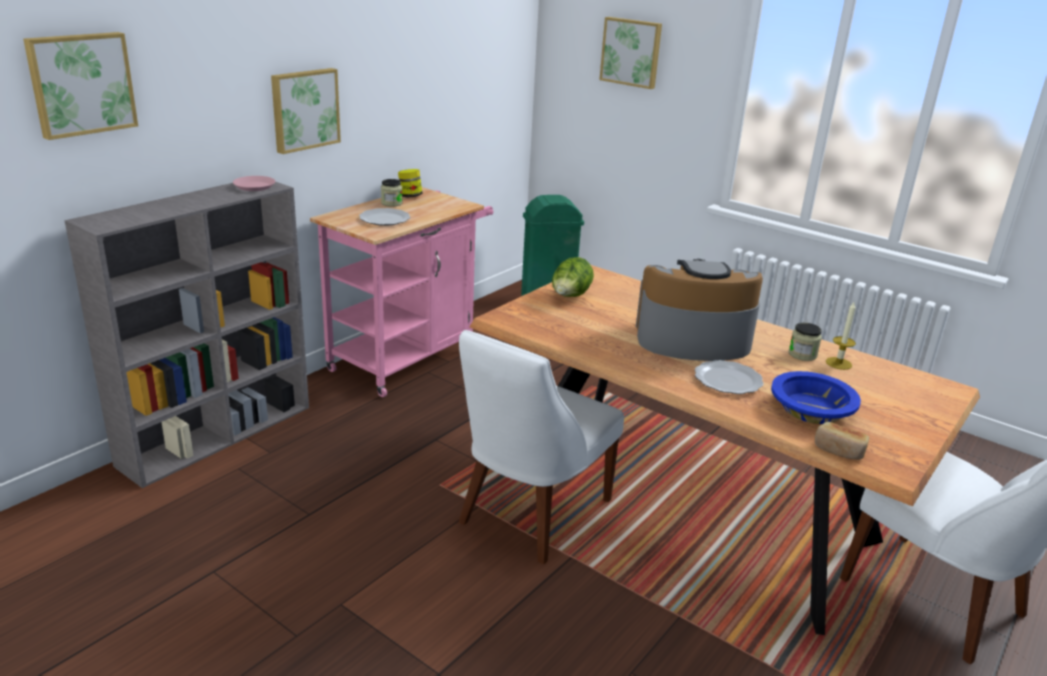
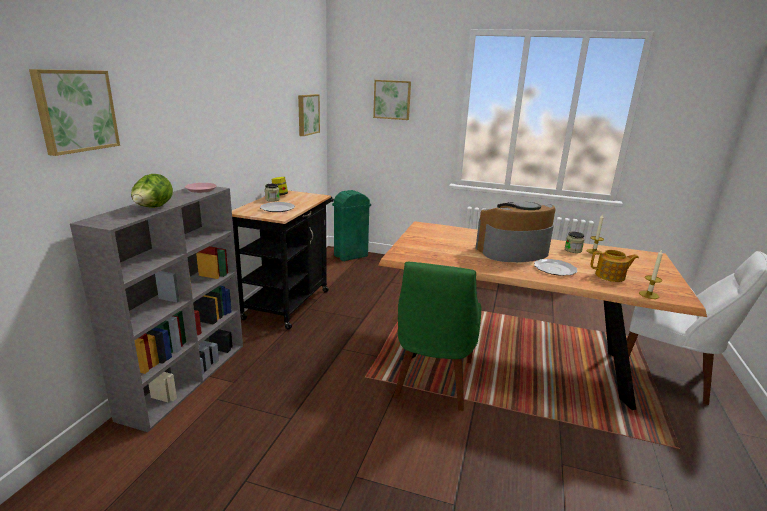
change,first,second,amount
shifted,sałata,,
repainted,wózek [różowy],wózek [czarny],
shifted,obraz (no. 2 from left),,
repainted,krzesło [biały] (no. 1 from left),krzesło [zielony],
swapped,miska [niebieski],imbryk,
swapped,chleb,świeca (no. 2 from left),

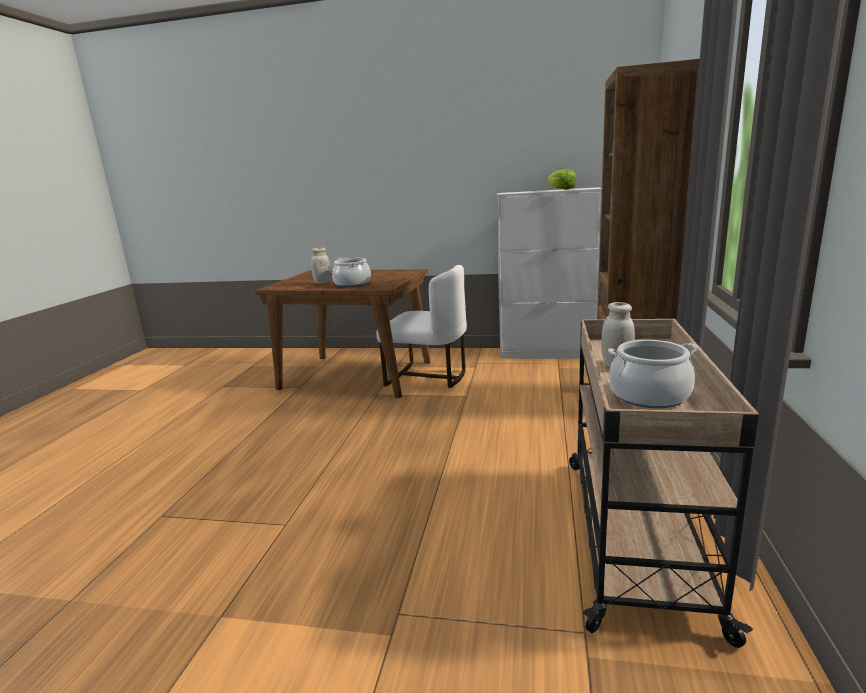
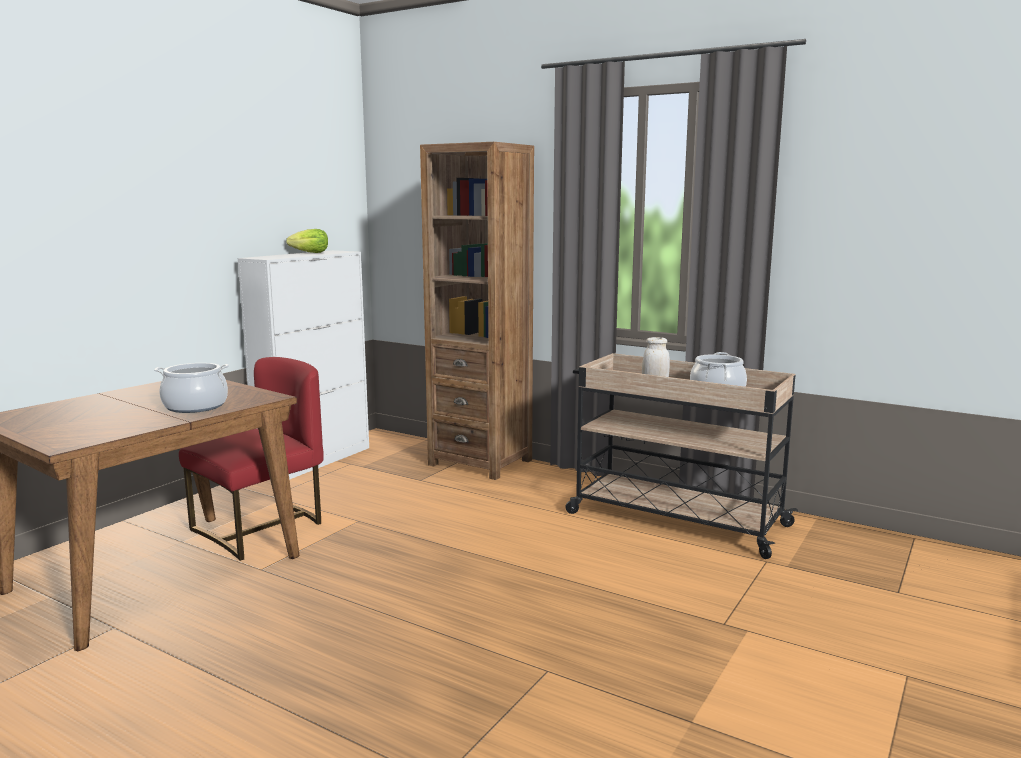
change,first,second,amount
repainted,krzesło [biały],krzesło [czerwony],
gone,słoik [biały] (no. 1 from left),,

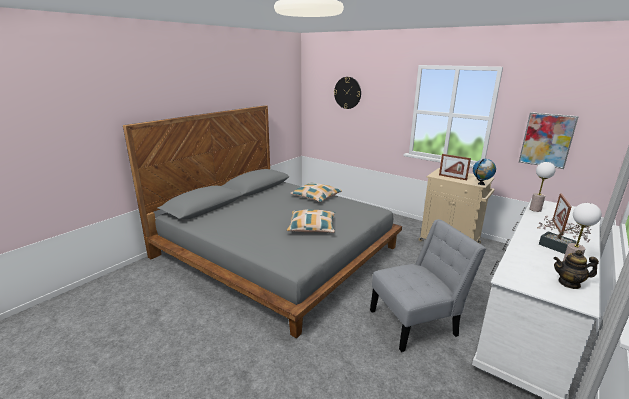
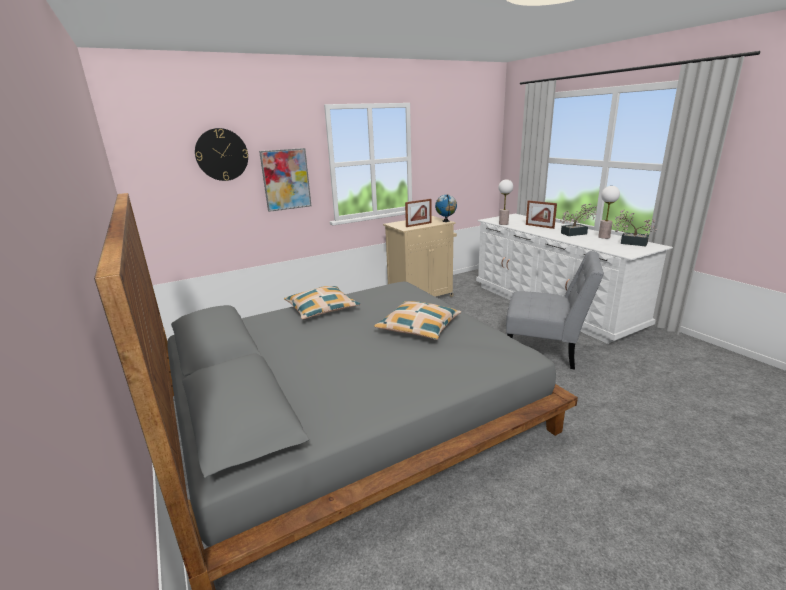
change,first,second,amount
shifted,obraz,,
rotated,krzesło [szary],,105 degrees clockwise
swapped,imbryk,roślina doniczkowa (no. 2 from left),

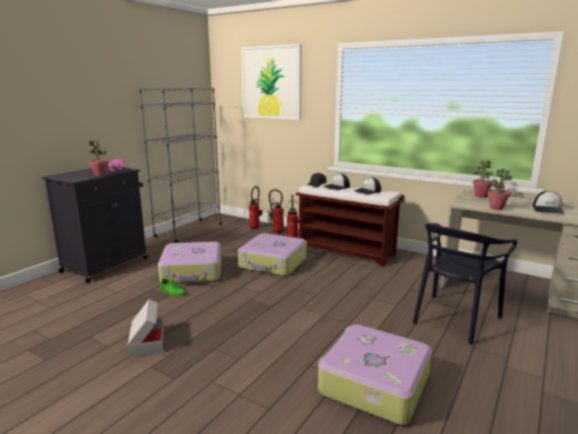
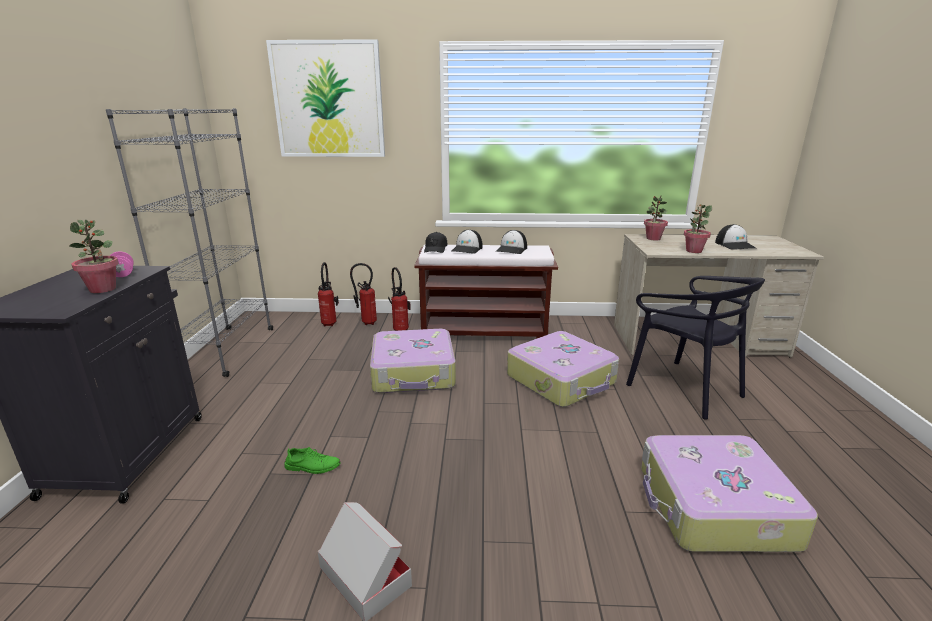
change,first,second,amount
shifted,walizka (no. 1 from left in the first image),walizka (no. 2 from left),
rotated,krzesło [czarny],,45 degrees counterclockwise

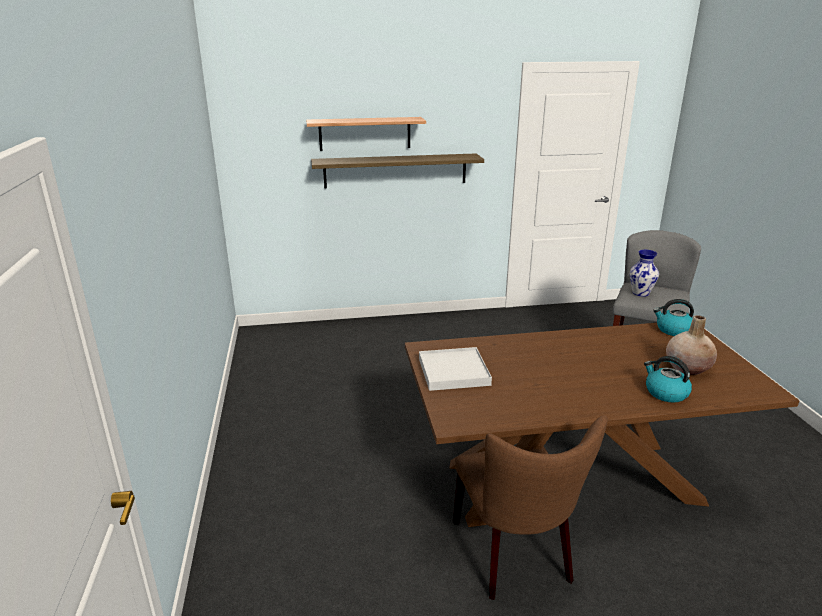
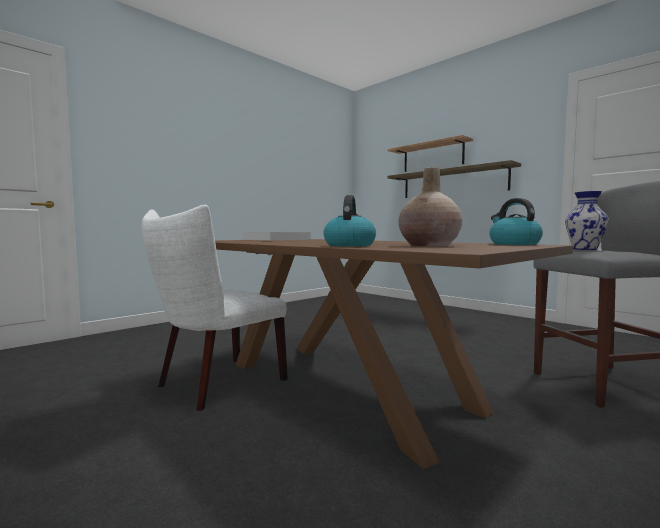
change,first,second,amount
repainted,krzesło [brązowy],krzesło [biały],

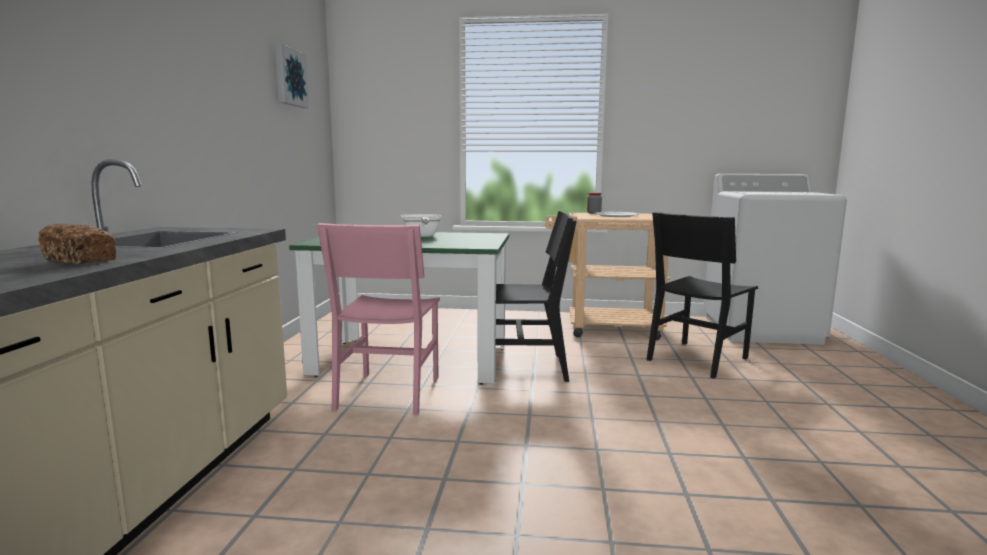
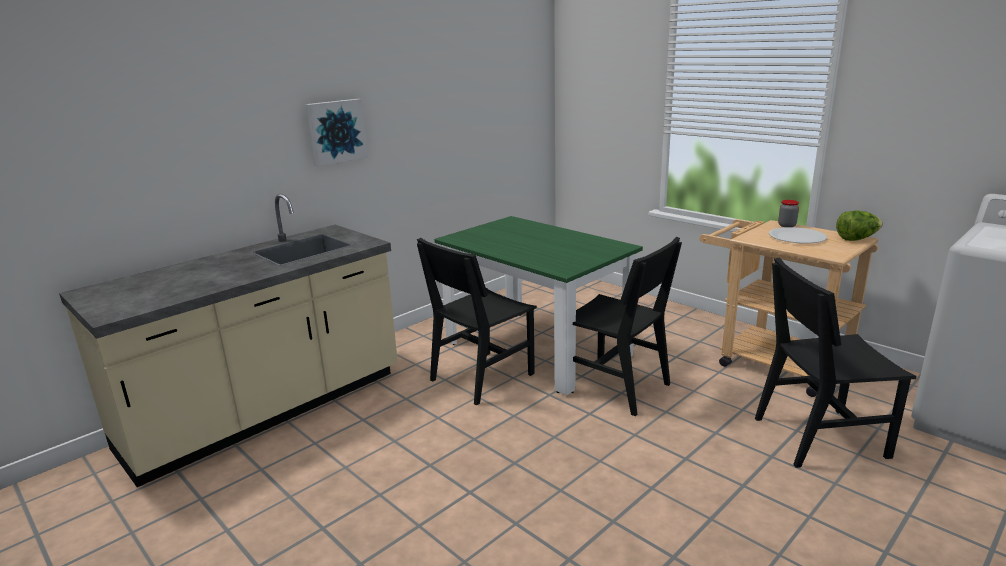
change,first,second,amount
shifted,obraz,,
repainted,krzesło [różowy],krzesło [czarny] (no. 1 from left),
new,,sałata,
gone,chleb,,
gone,patelnia,,

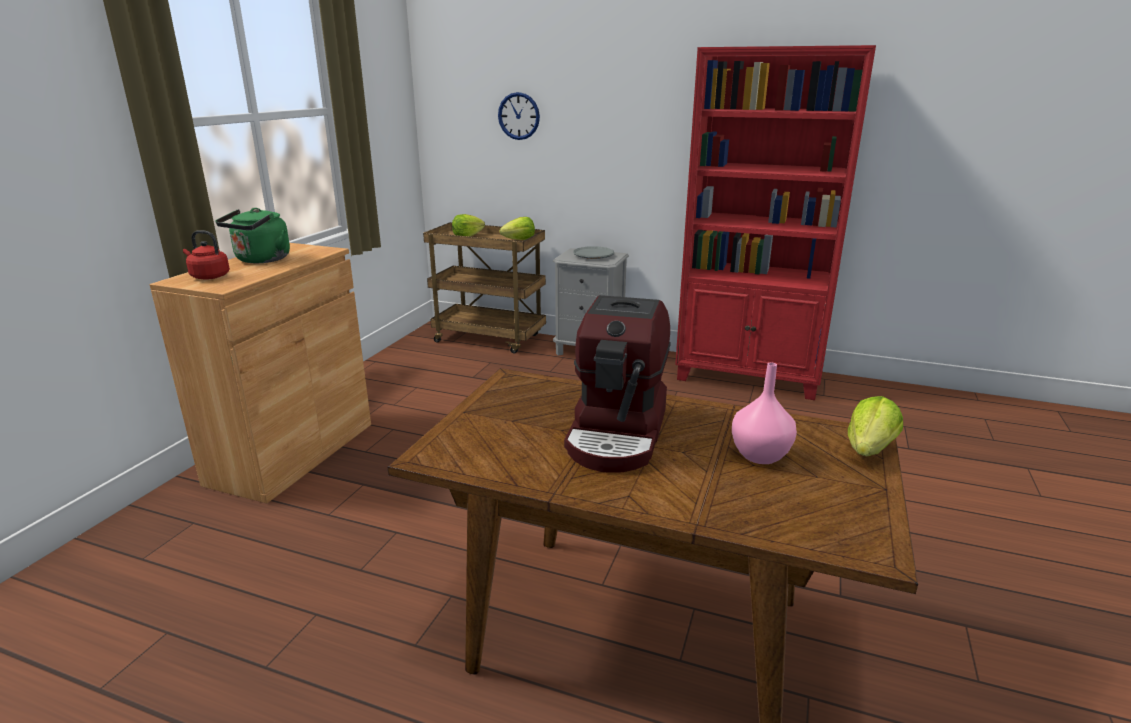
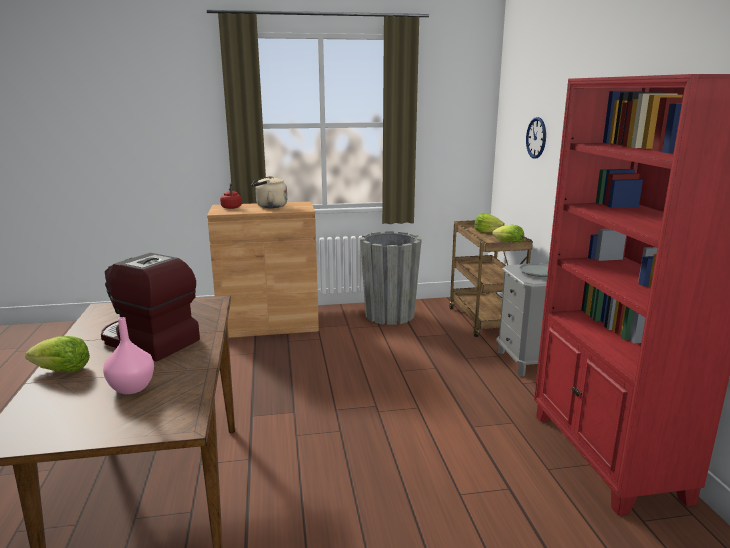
change,first,second,amount
shifted,sałata (no. 3 from left in the first image),sałata (no. 1 from left),
rotated,ekspres do kawy,,45 degrees clockwise
repainted,czajnik [zielony],czajnik [beżowy],
new,,donica [szary],

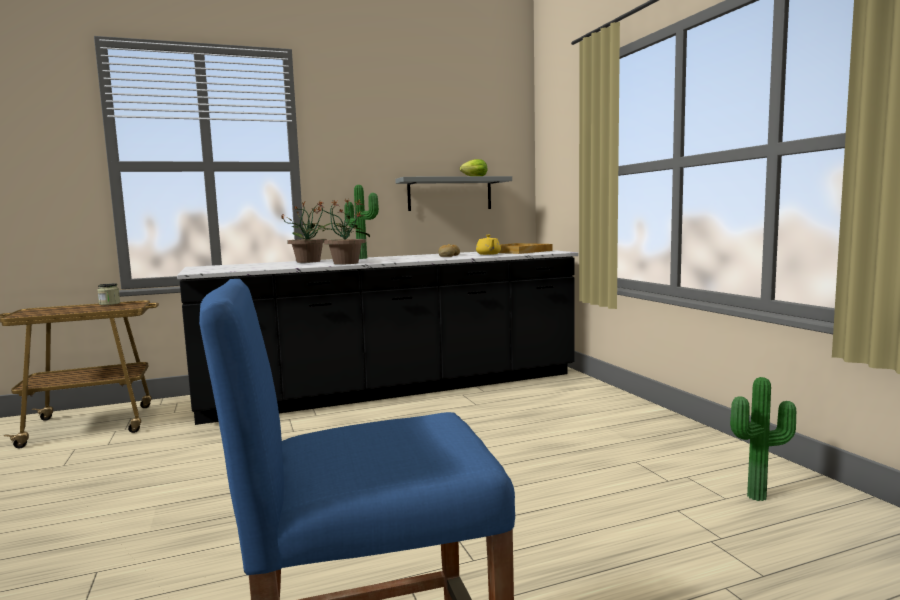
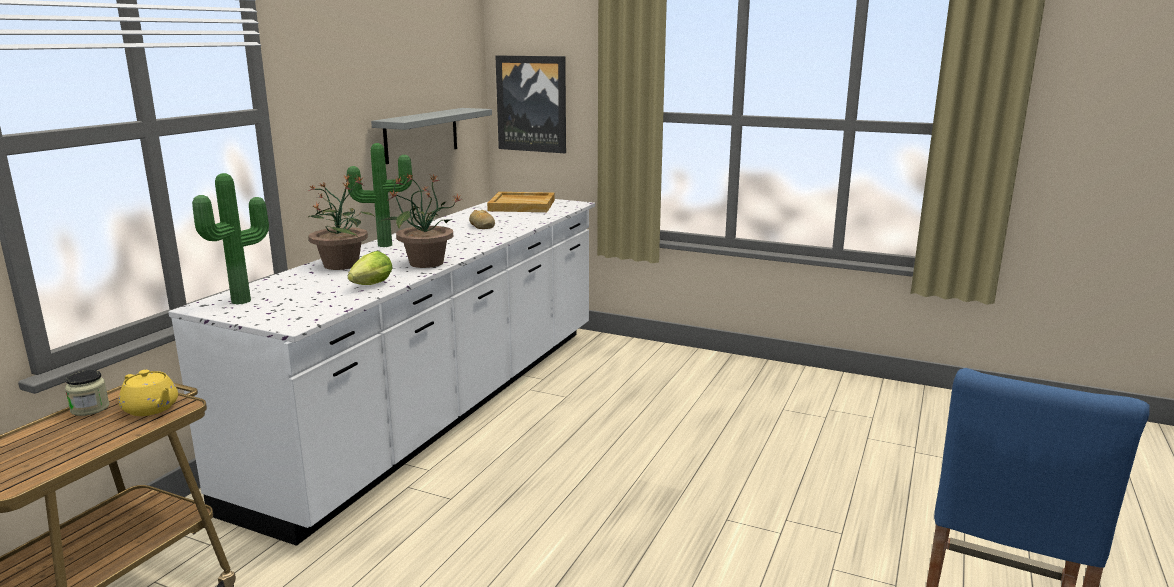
change,first,second,amount
shifted,imbryk [żółty],,
repainted,zabudowa kuchenna [czarny],zabudowa kuchenna [biały],
shifted,roślina doniczkowa (no. 4 from left in the first image),roślina doniczkowa (no. 1 from left),
shifted,sałata,,
new,,obraz,

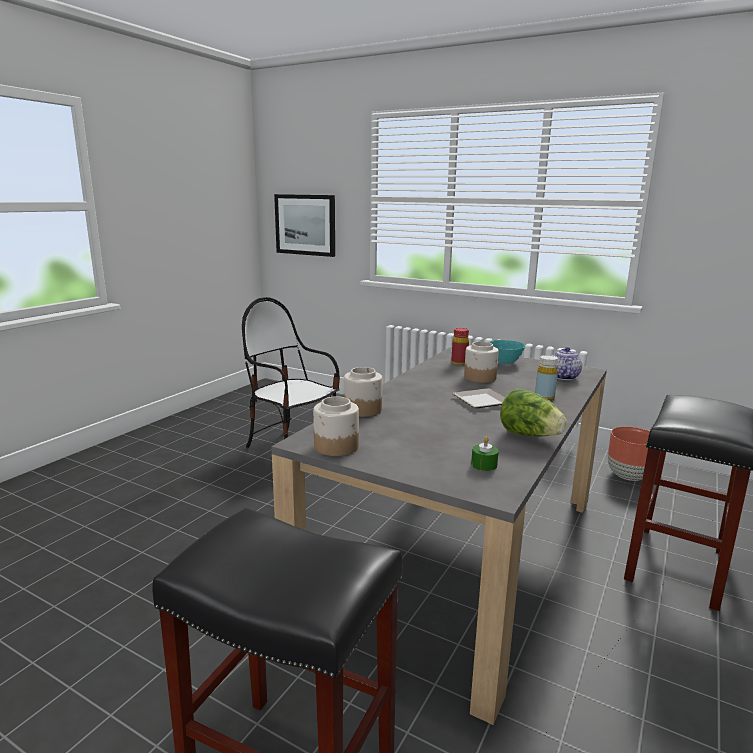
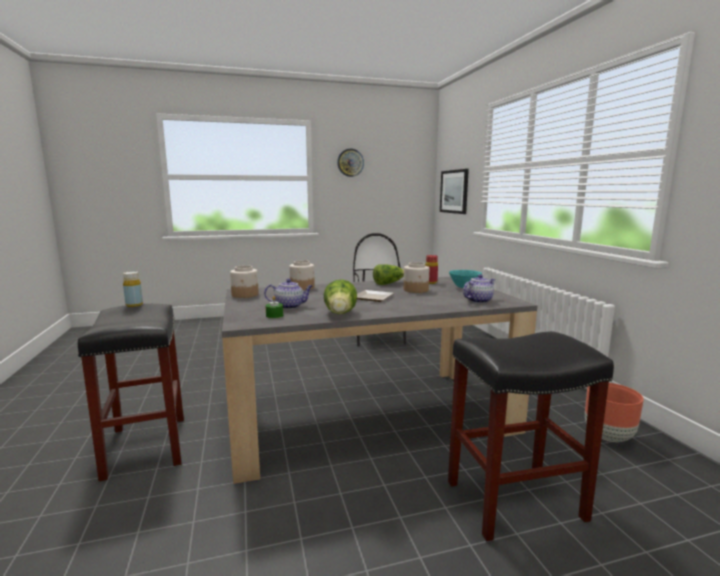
change,first,second,amount
shifted,butelka [żółty],,
new,,imbryk (no. 1 from left),
new,,zegar ścienny,
new,,sałata (no. 2 from left),

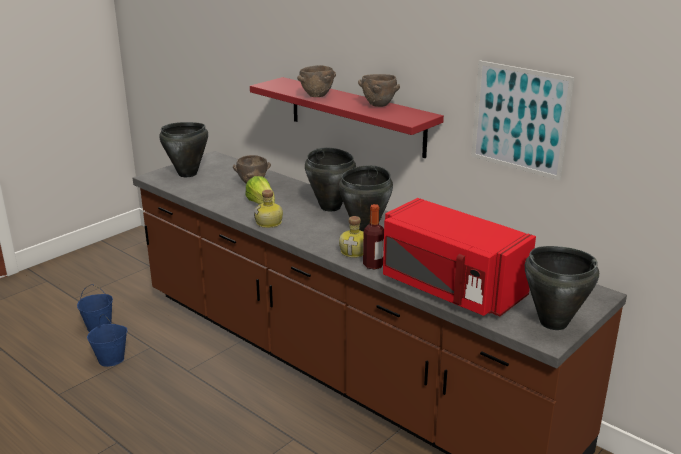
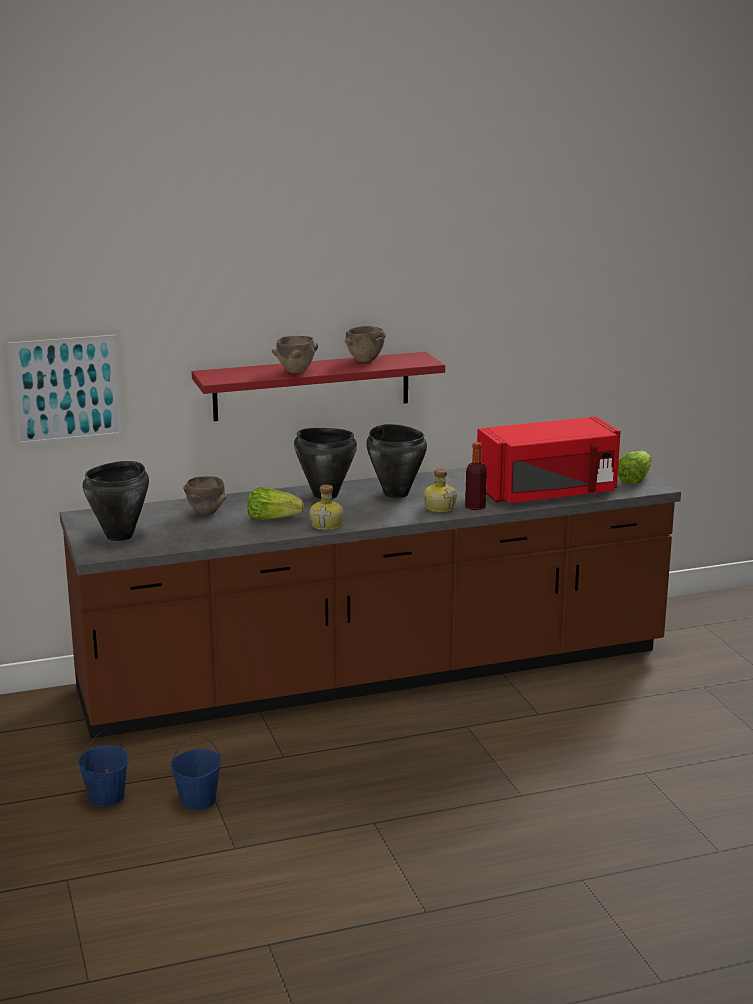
change,first,second,amount
shifted,obraz,,
swapped,garnek [czarny] (no. 4 from left),sałata (no. 2 from left),

